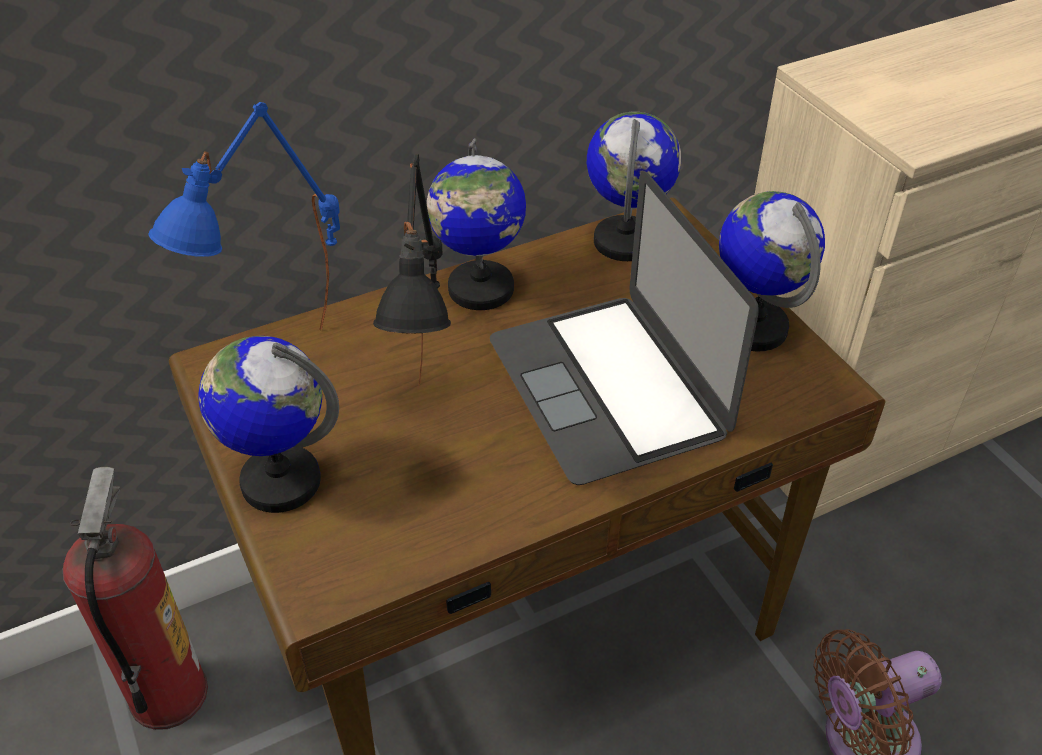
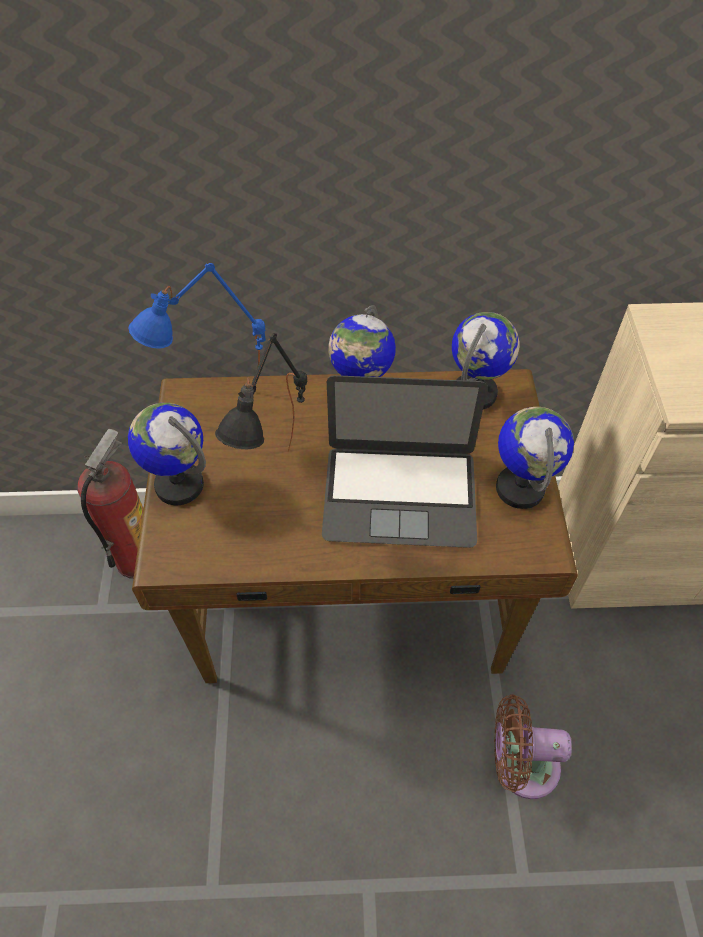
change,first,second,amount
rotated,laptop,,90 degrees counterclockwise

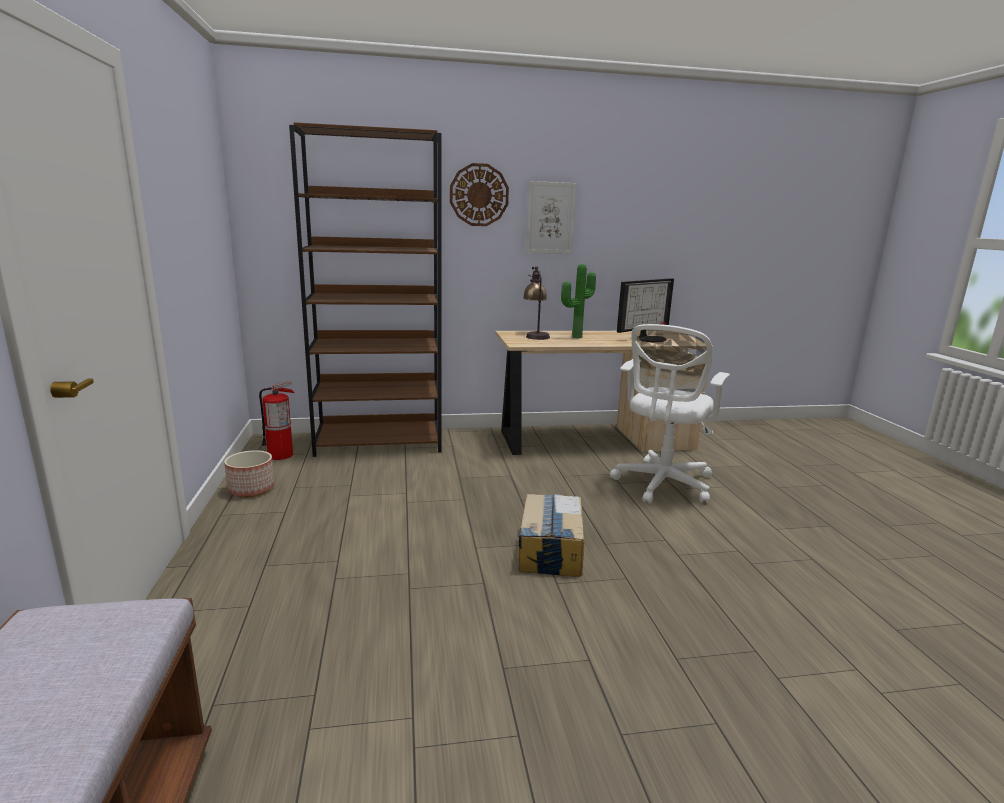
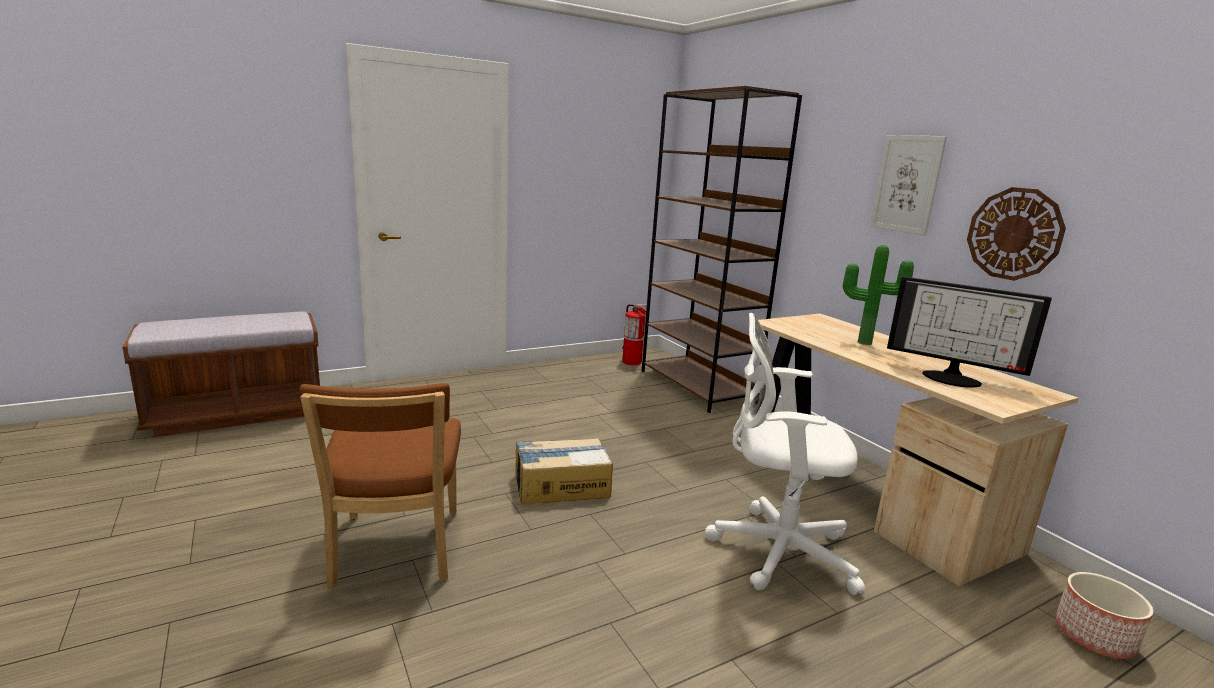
change,first,second,amount
new,,krzesło [brązowy],
shifted,zegar ścienny,,
shifted,donica,,
gone,lampa stołowa,,

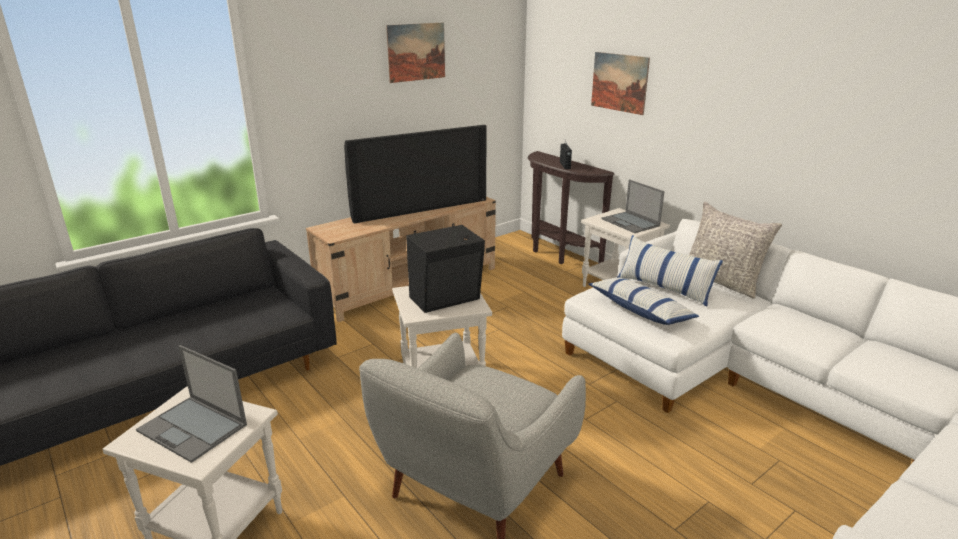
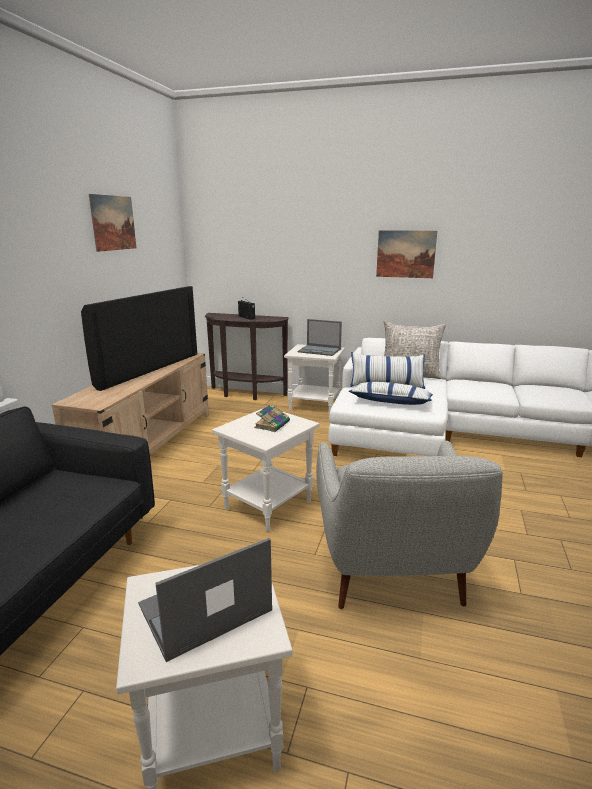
change,first,second,amount
rotated,laptop (no. 1 from left),,150 degrees clockwise
swapped,głośnik [czarny],książka,
shifted,obraz (no. 2 from left),,

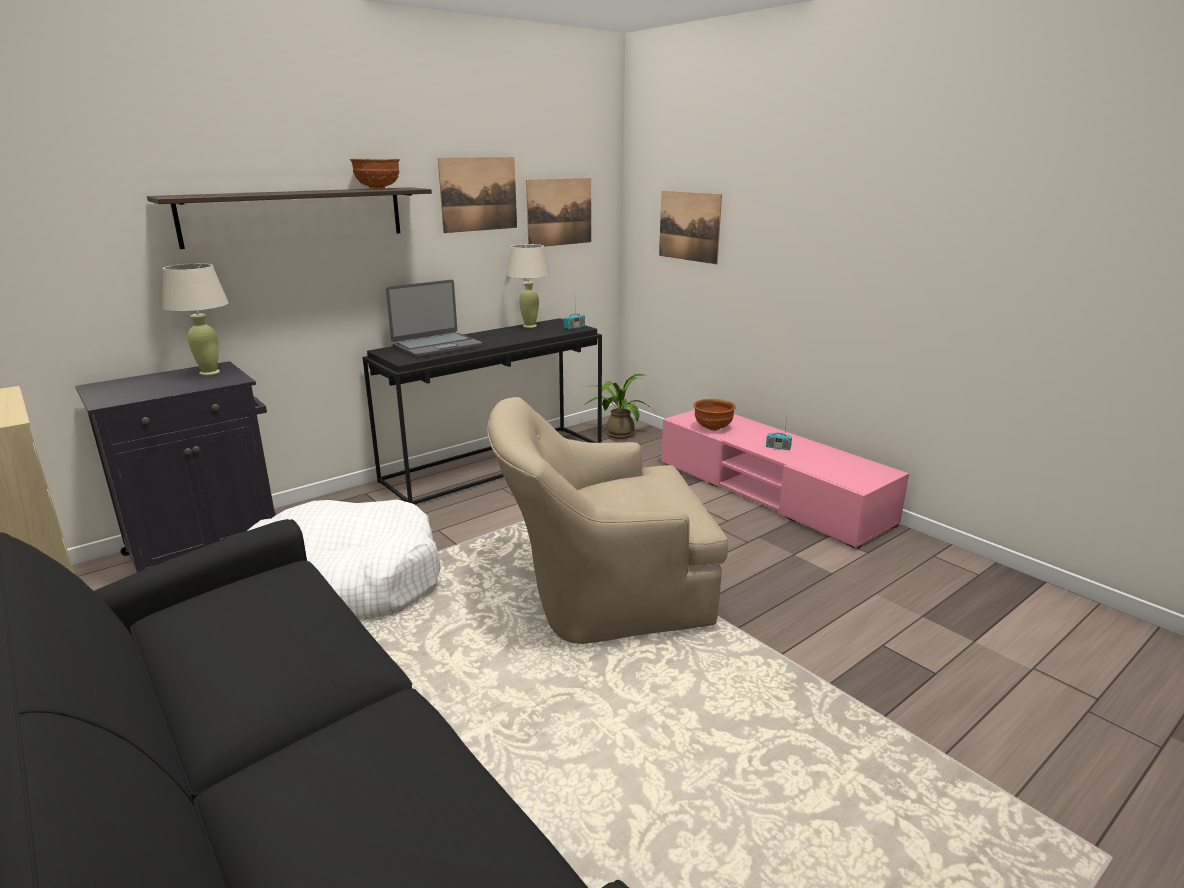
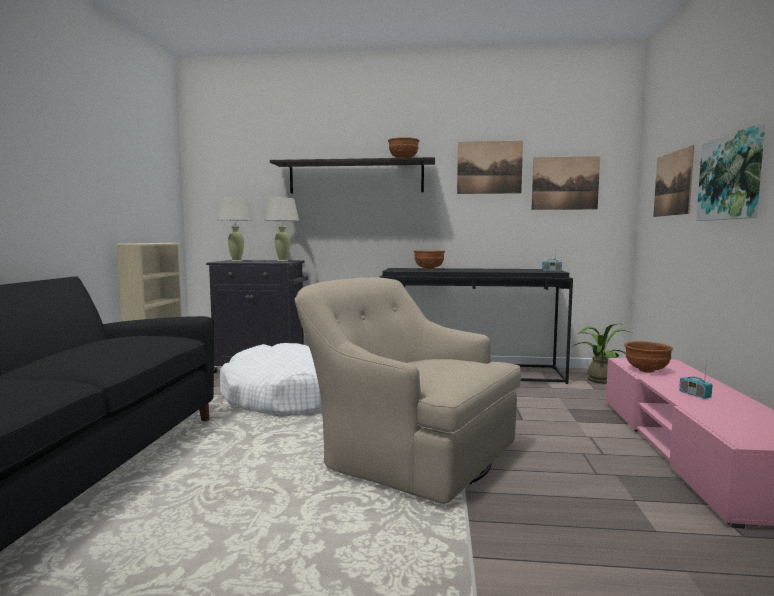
change,first,second,amount
shifted,lampa stołowa [beżowy] (no. 2 from left in the first image),lampa stołowa [beżowy] (no. 1 from left),
swapped,laptop,miska [brązowy] (no. 2 from left),
new,,obraz (no. 4 from left),

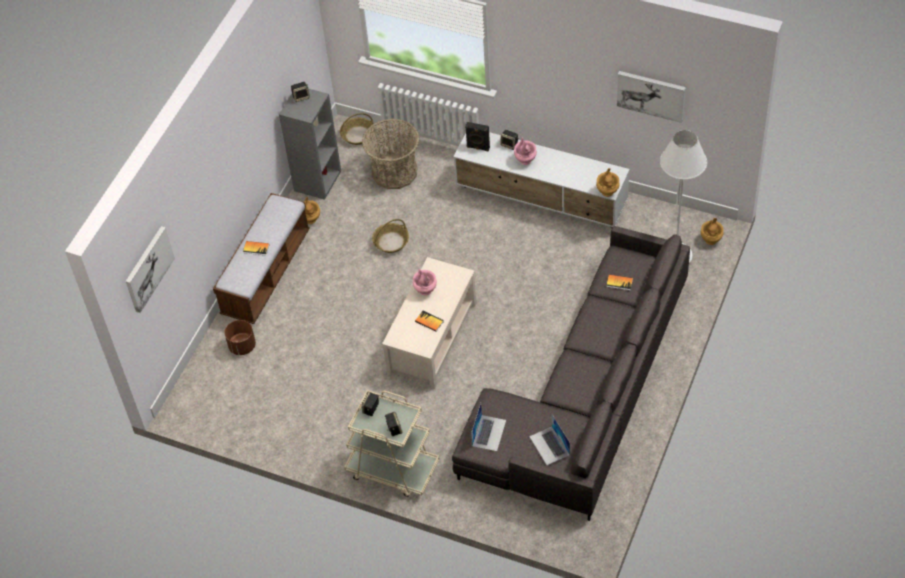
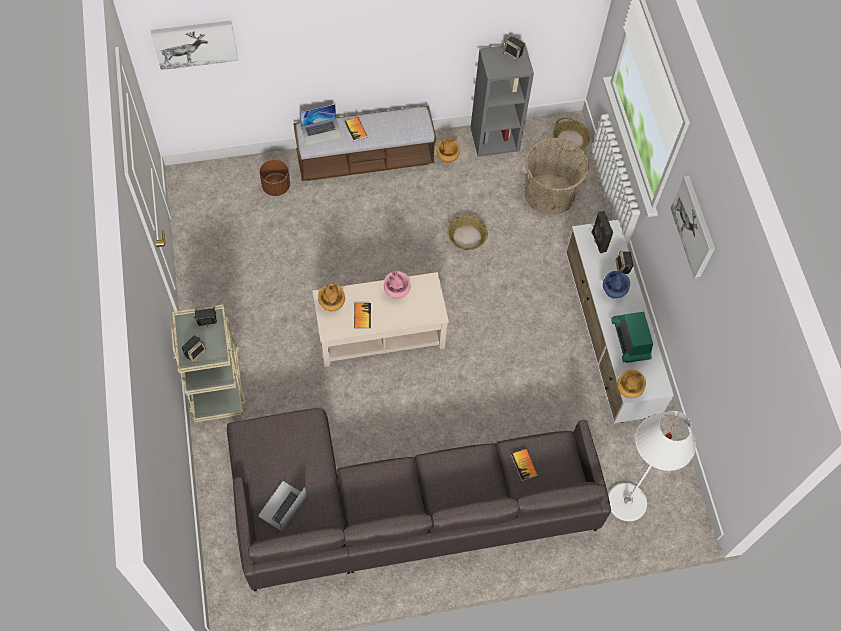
change,first,second,amount
shifted,laptop (no. 1 from left in the first image),laptop (no. 2 from left),
shifted,wazon [brązowy] (no. 3 from left in the first image),wazon [brązowy] (no. 1 from left),
repainted,wazon [różowy] (no. 2 from left),wazon [niebieski],
new,,radio,
shifted,obraz (no. 2 from left),,

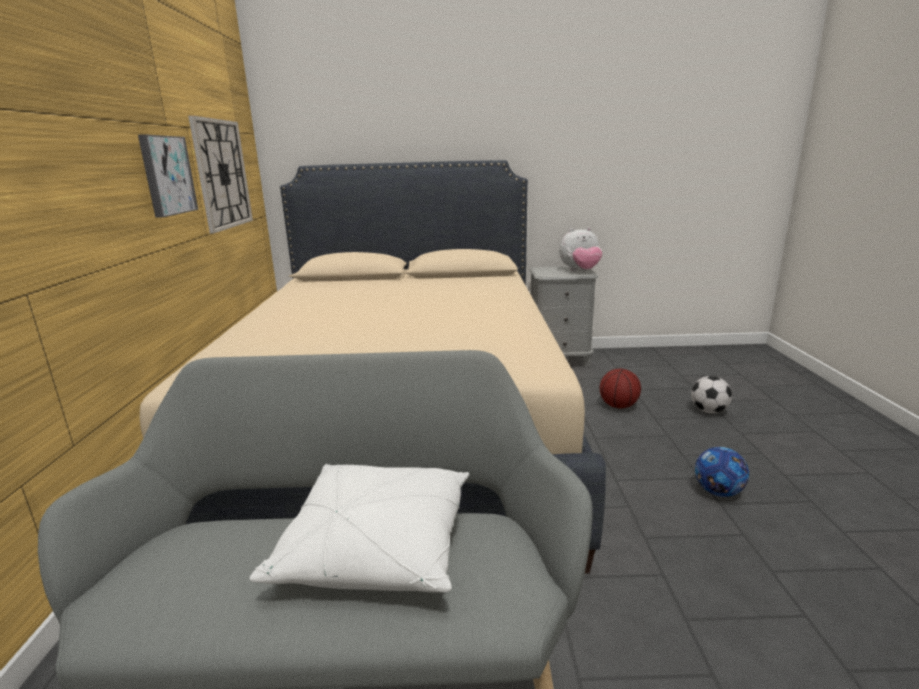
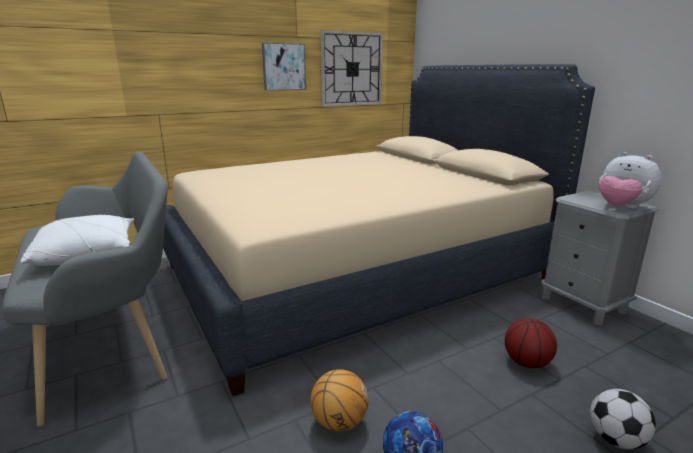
change,first,second,amount
new,,piłka do koszykówki (no. 1 from left),

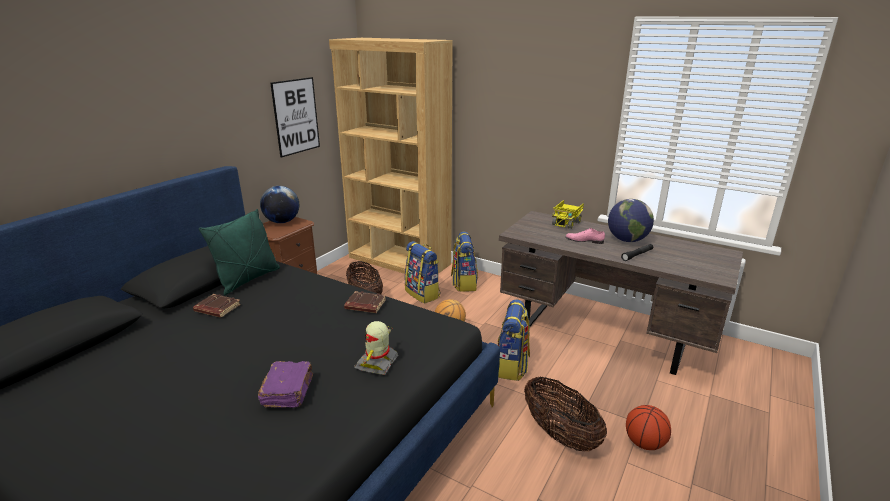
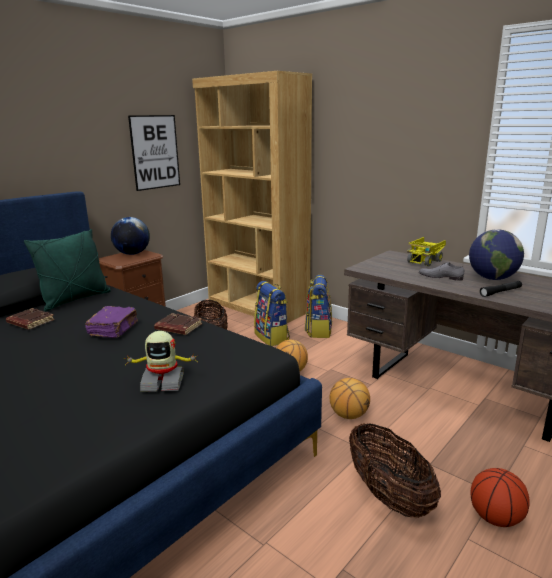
change,first,second,amount
shifted,książka [fioletowy],,
rotated,robot zabawkowy,,120 degrees counterclockwise
swapped,plecak (no. 3 from left),piłka do koszykówki (no. 2 from left),
repainted,but [różowy],but [szary],

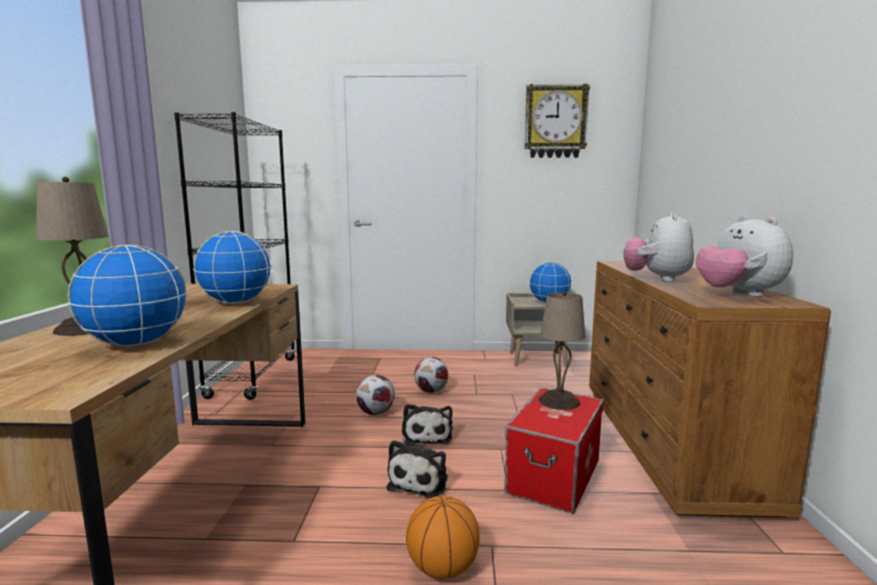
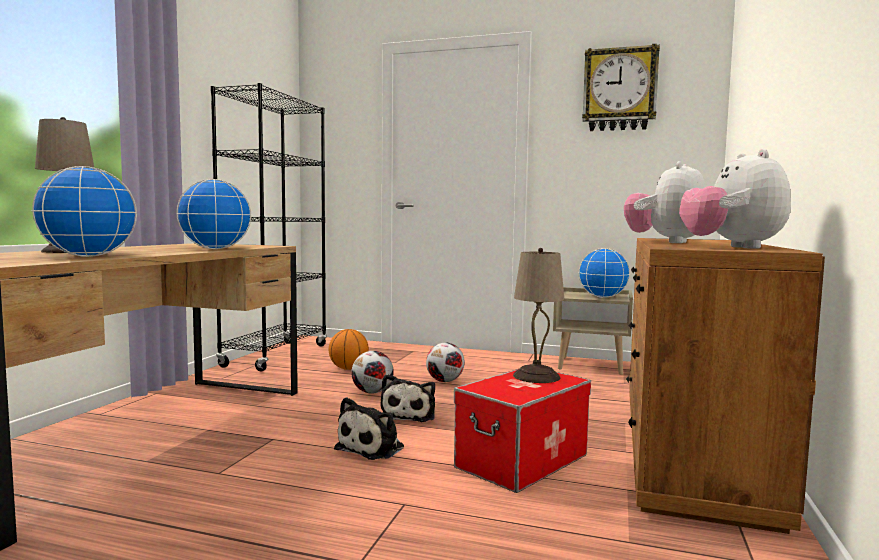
change,first,second,amount
shifted,piłka do koszykówki,,

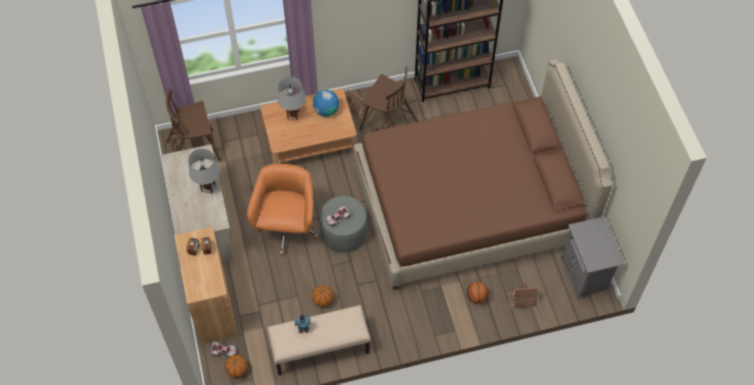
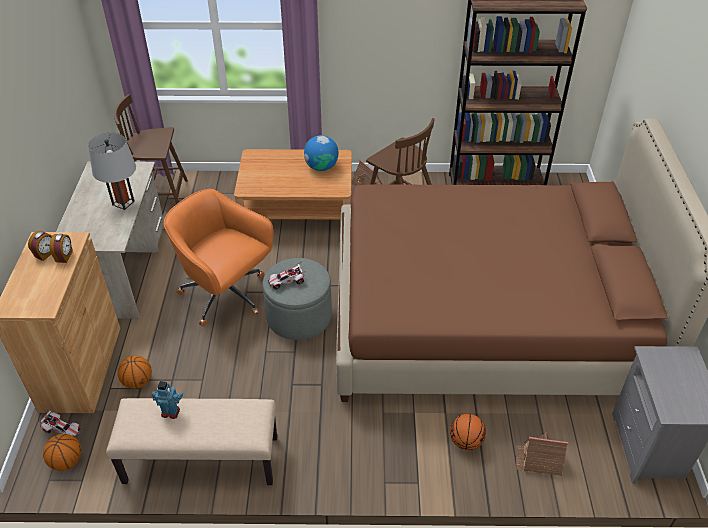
change,first,second,amount
shifted,piłka do koszykówki (no. 2 from left),,
rotated,krzesło biurowe [pomarańczowy],,75 degrees counterclockwise
gone,lampa stołowa [szary] (no. 2 from left),,

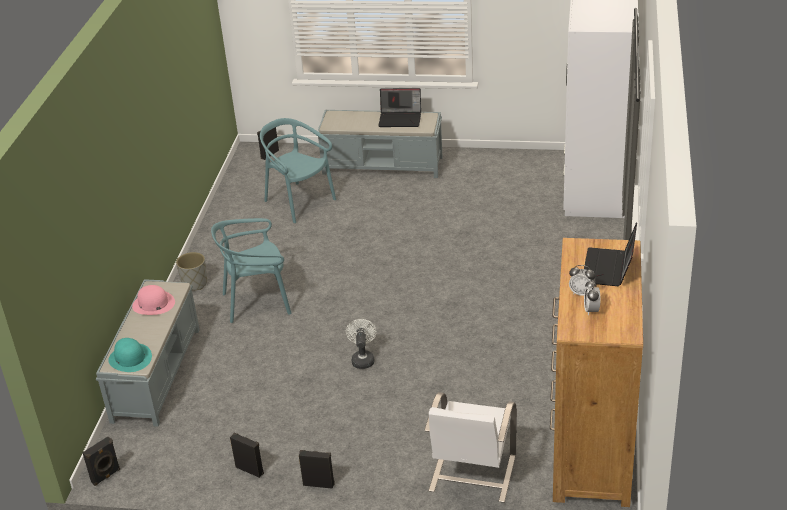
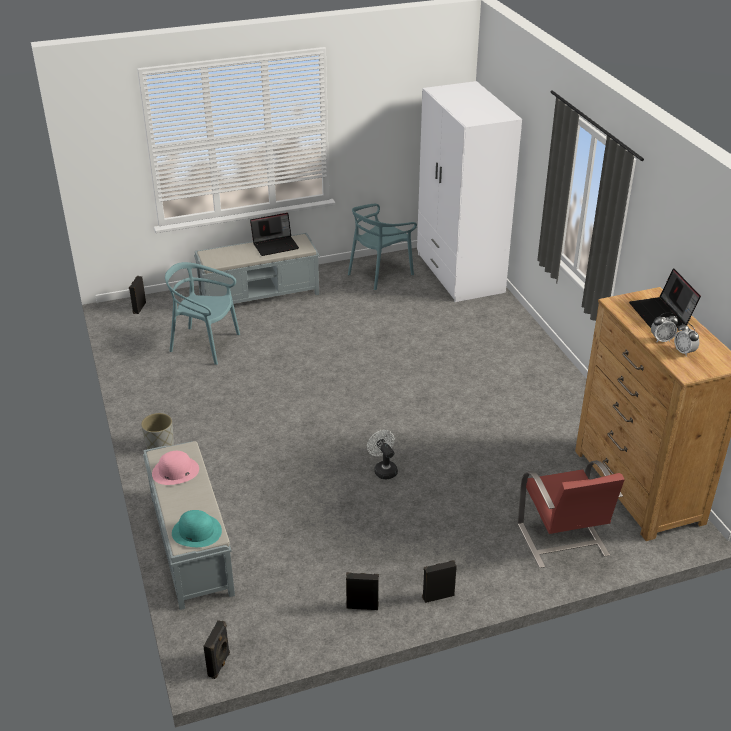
change,first,second,amount
shifted,krzesło [turkusowy] (no. 1 from left in the first image),krzesło [turkusowy] (no. 2 from left),
repainted,krzesło [biały],krzesło [czerwony],

